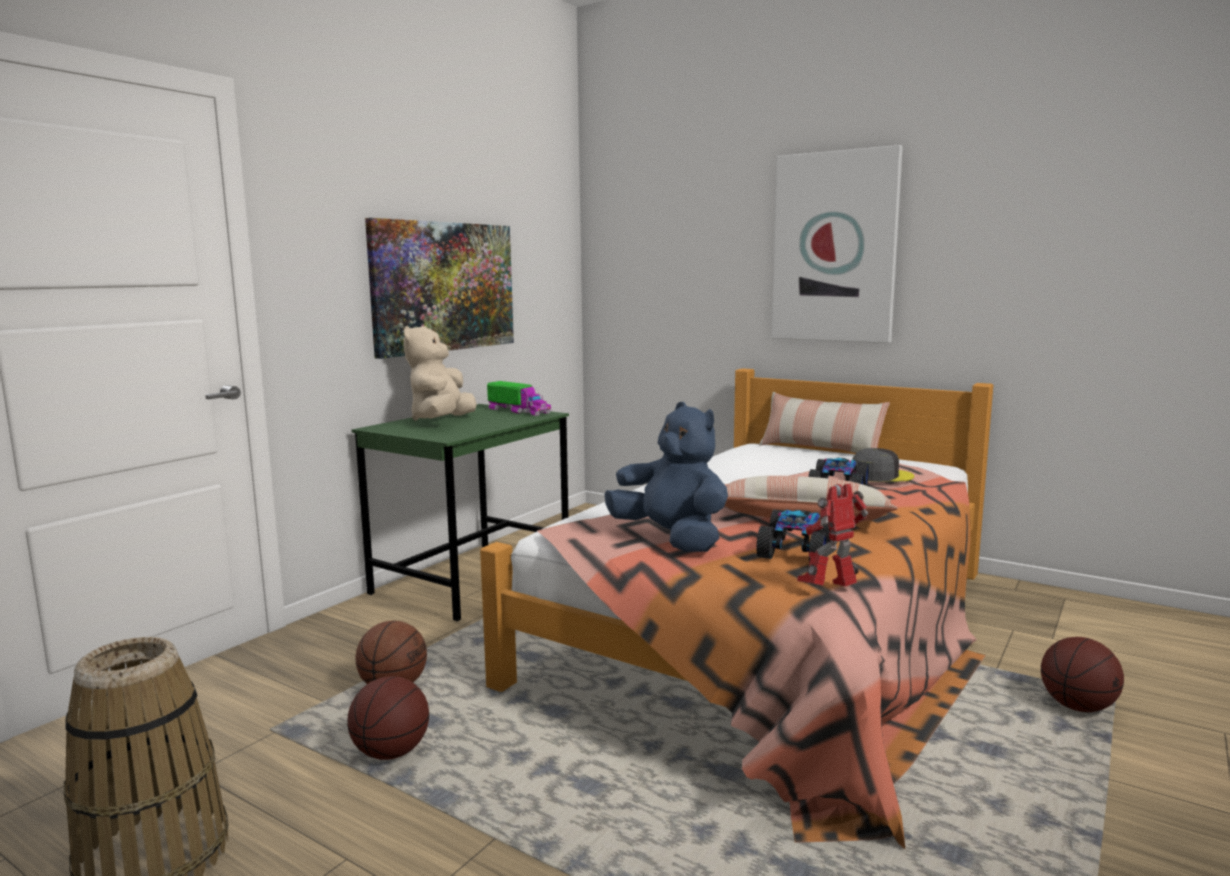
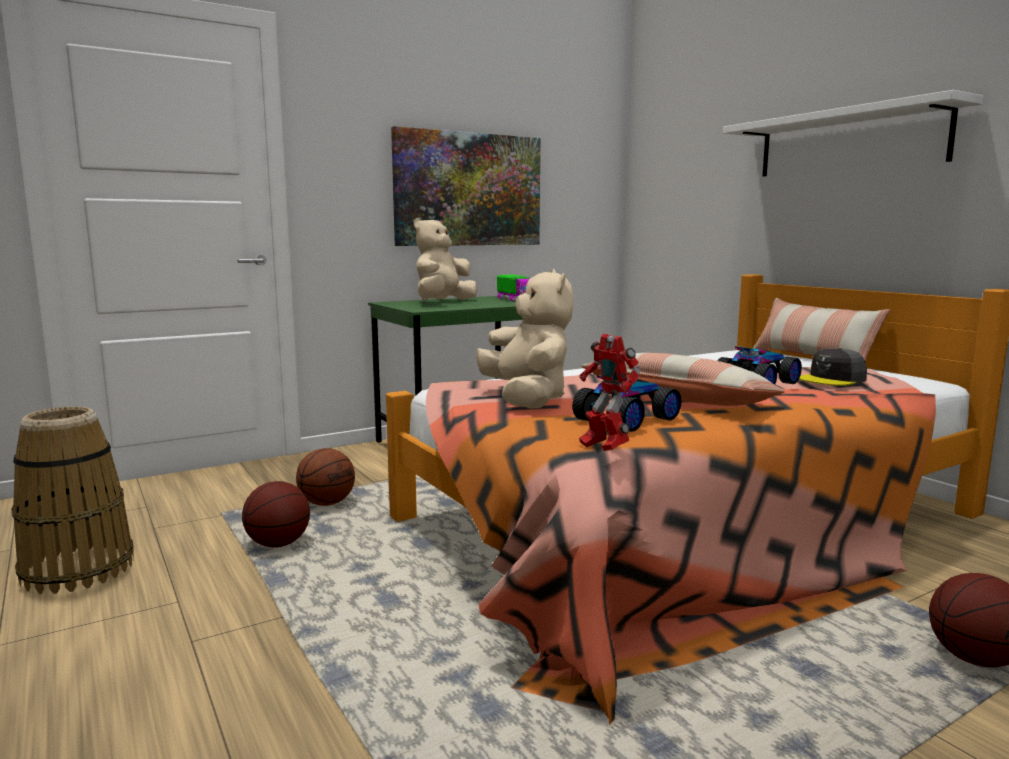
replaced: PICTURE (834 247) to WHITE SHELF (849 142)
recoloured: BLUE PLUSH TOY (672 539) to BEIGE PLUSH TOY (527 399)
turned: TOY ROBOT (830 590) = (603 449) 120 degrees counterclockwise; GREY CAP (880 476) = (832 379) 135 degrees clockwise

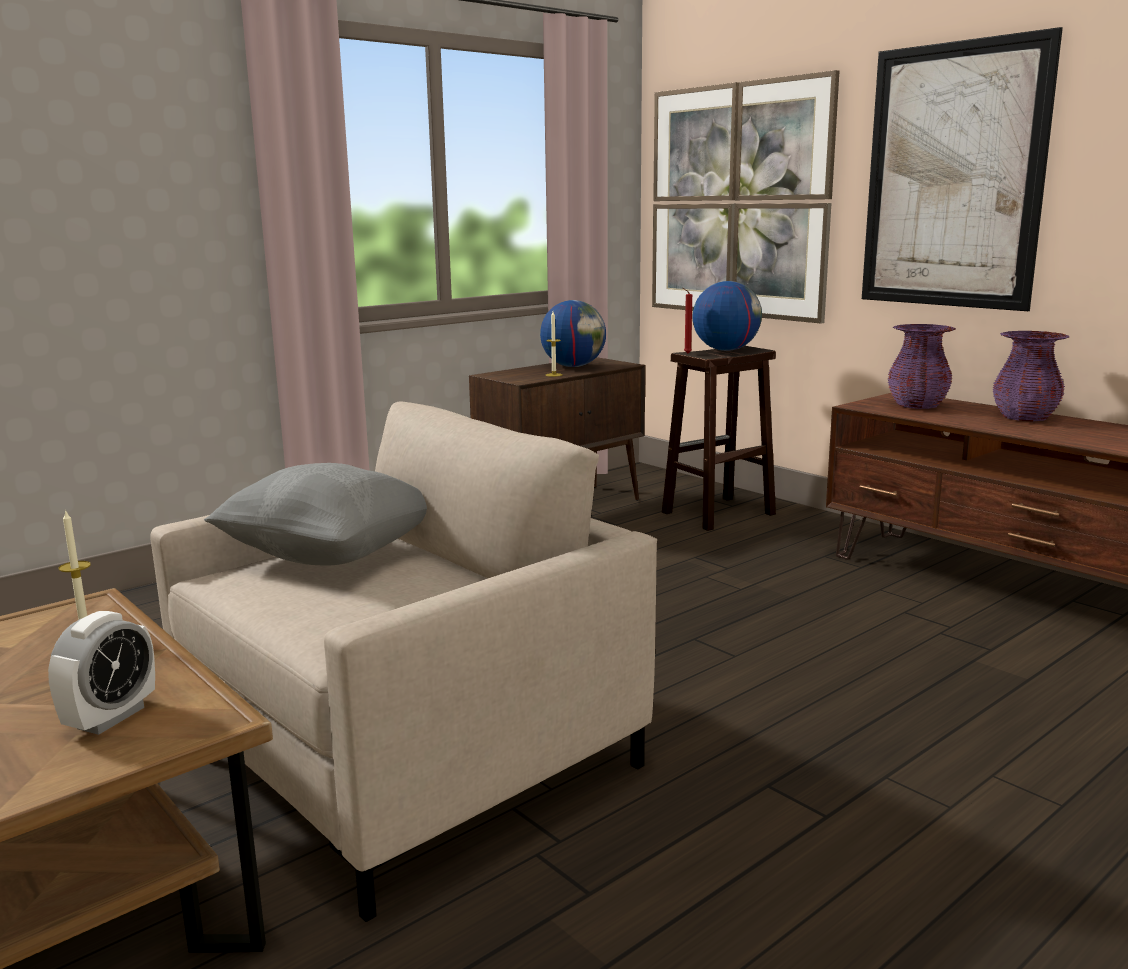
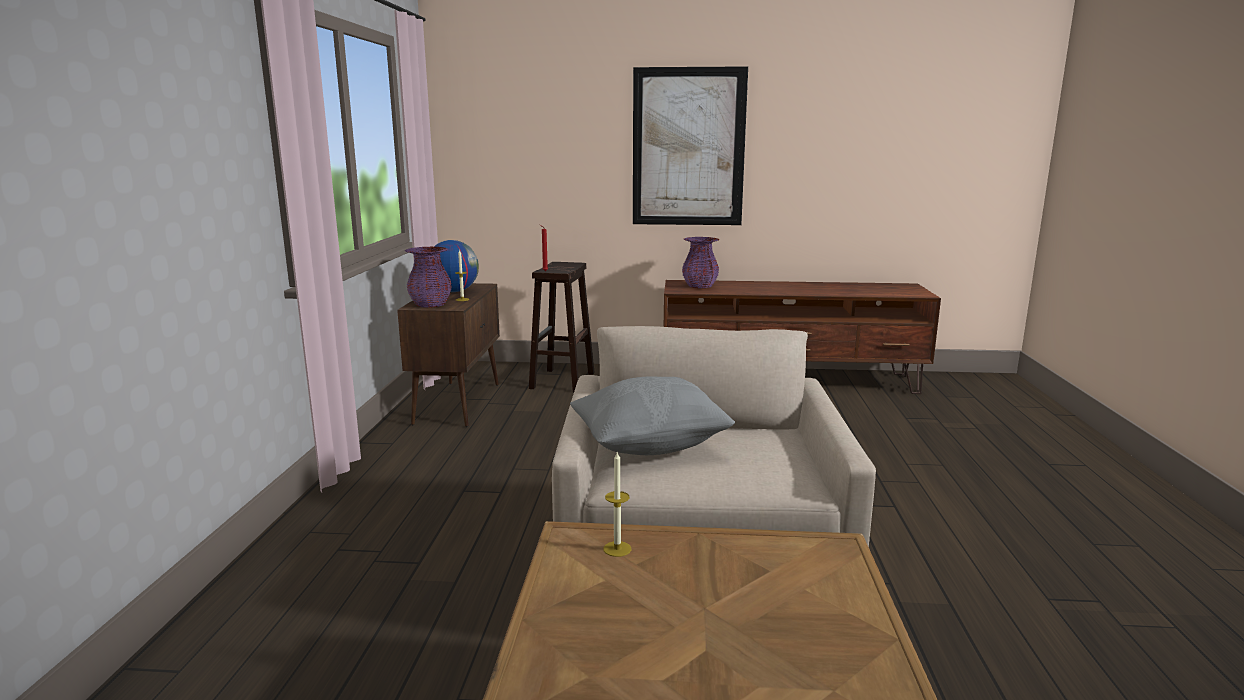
removed: ALARM CLOCK (111 718); PICTURE (737 201); GLOBE (725 350)
moved: PURPLE VASE (1024 418) to (430 305)

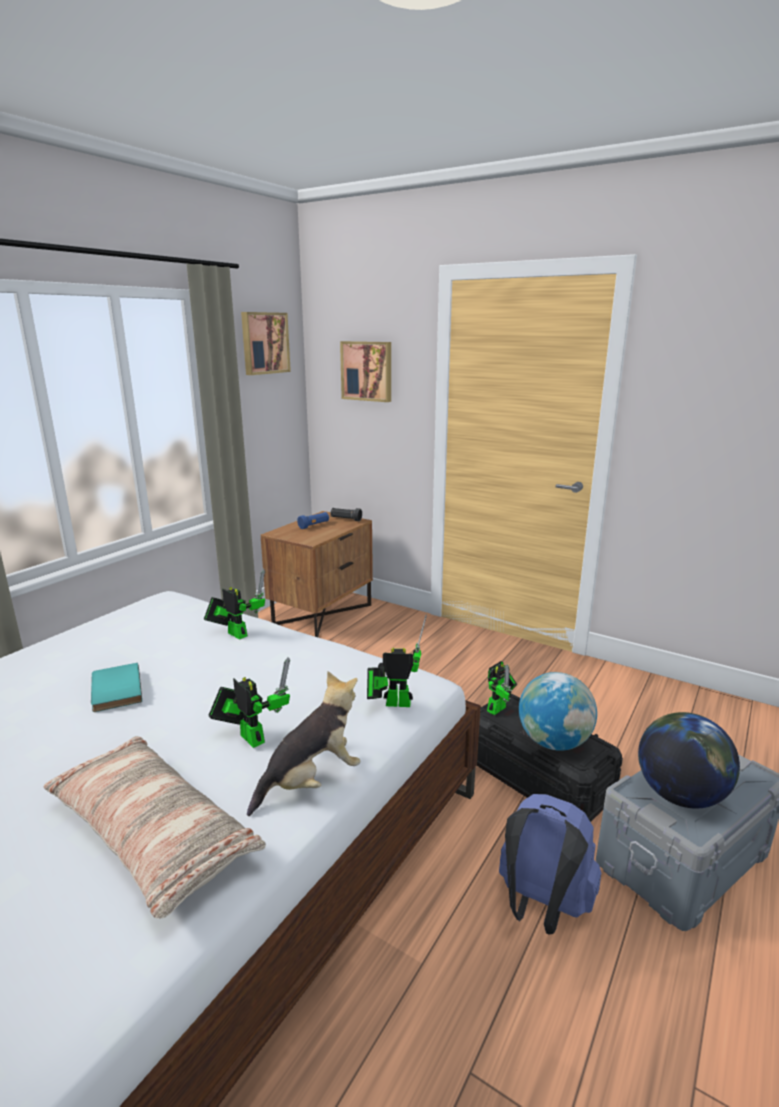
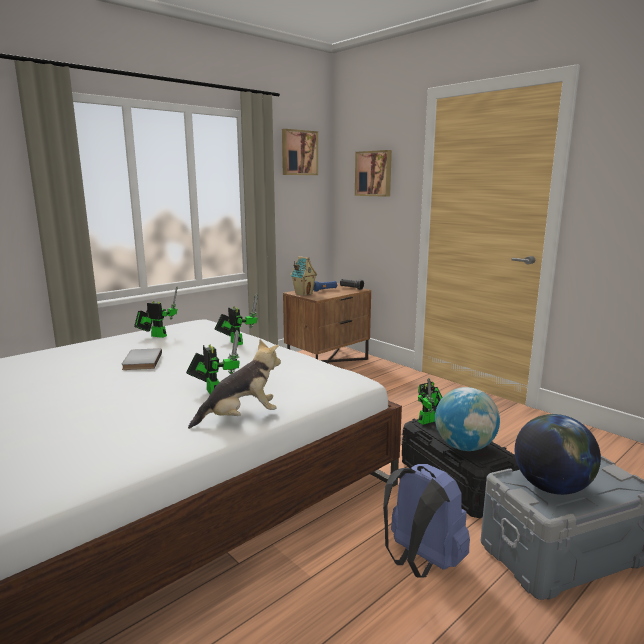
removed: PILLOW (150 834)
added: TOY HOUSE (303 294)
moved: TOY ROBOT (393 703) to (156 335)
recoloured: TURQUOISE BOOK (114 690) to GREY BOOK (140 361)

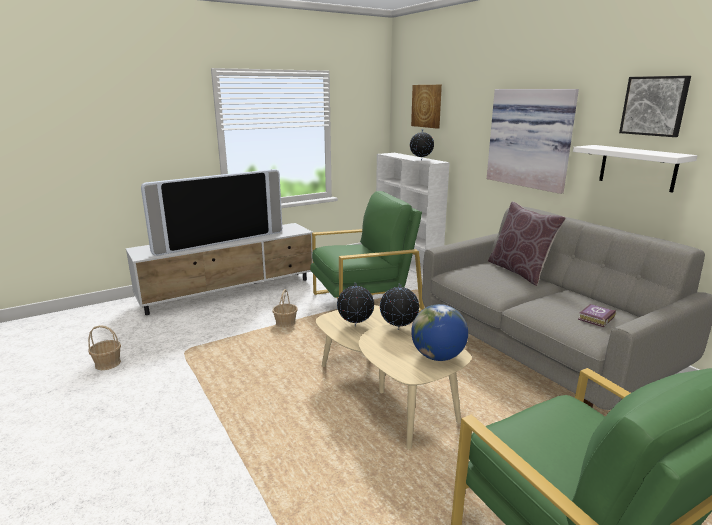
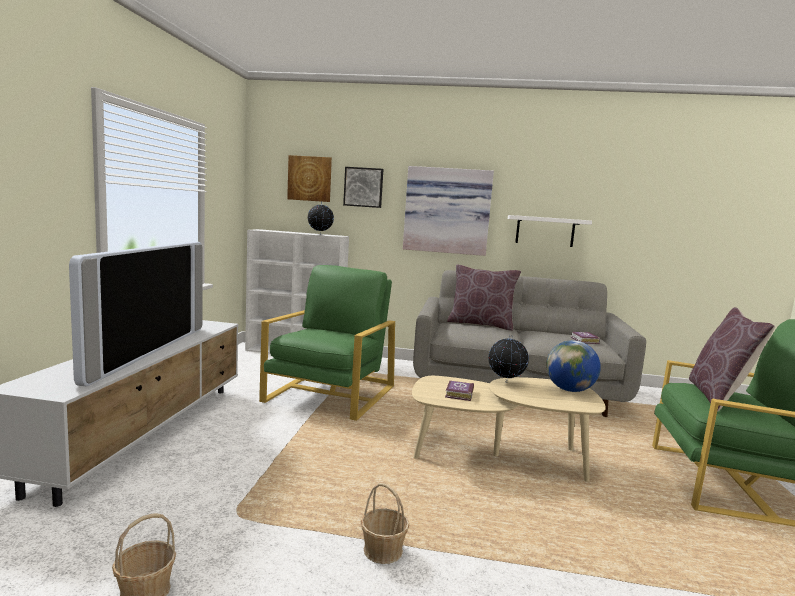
added: BROWN PILLOW (718 397)
moved: BASKET (286 323) to (383 550); PICTURE (654 106) to (363 187)
replaced: GLOBE (355 325) to BOOK (458 394)

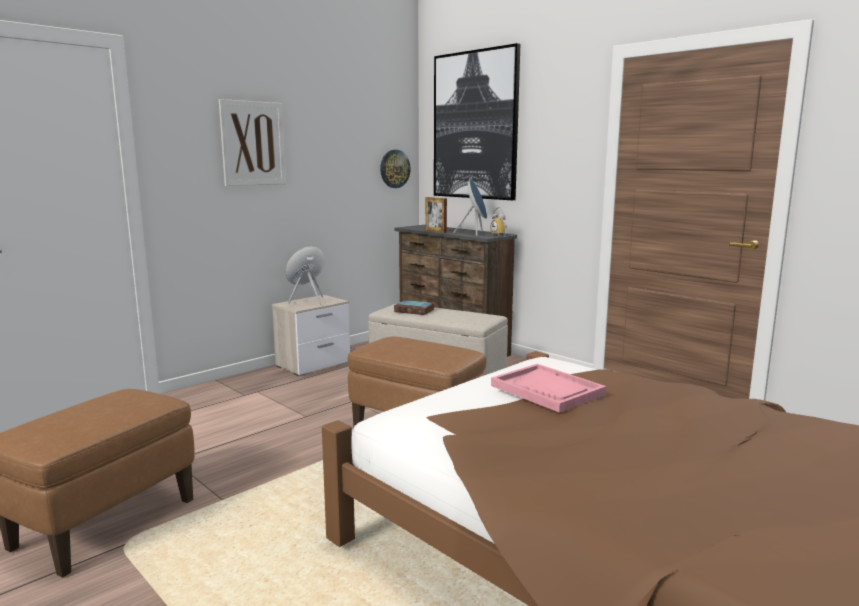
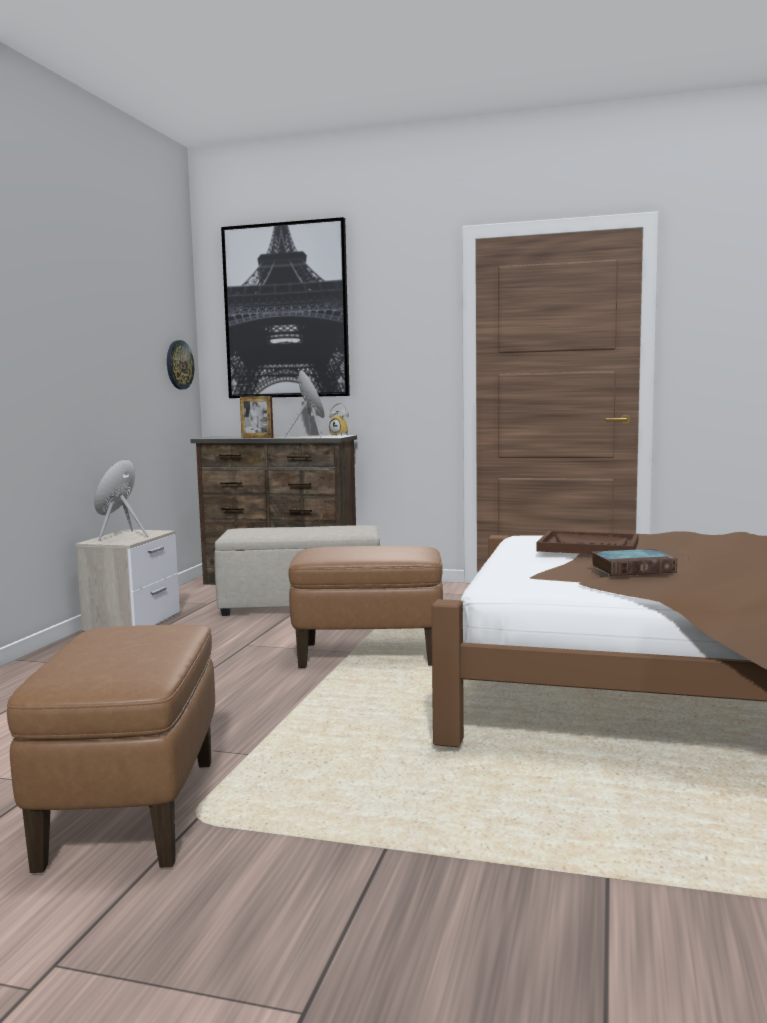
removed: PICTURE (253 143)
moved: BOOK (415 310) to (634 569)
recoloured: PINK TRAY (547 390) to BROWN TRAY (588 547)

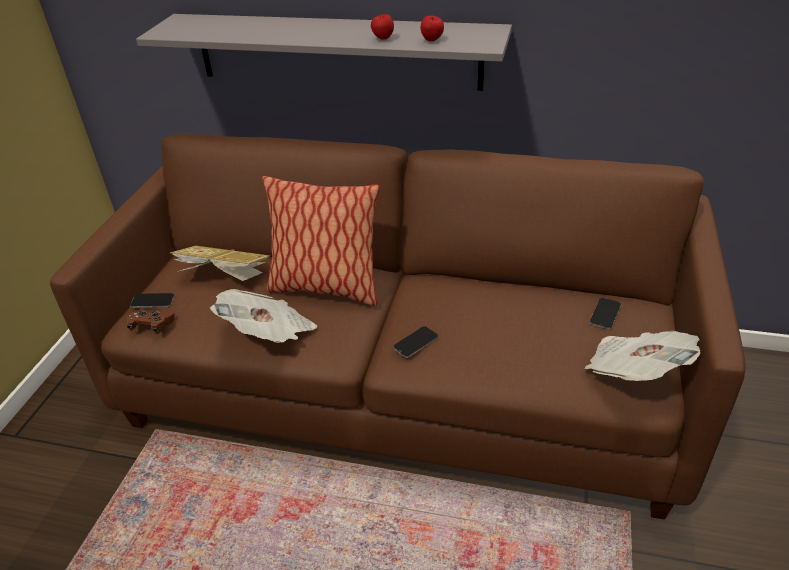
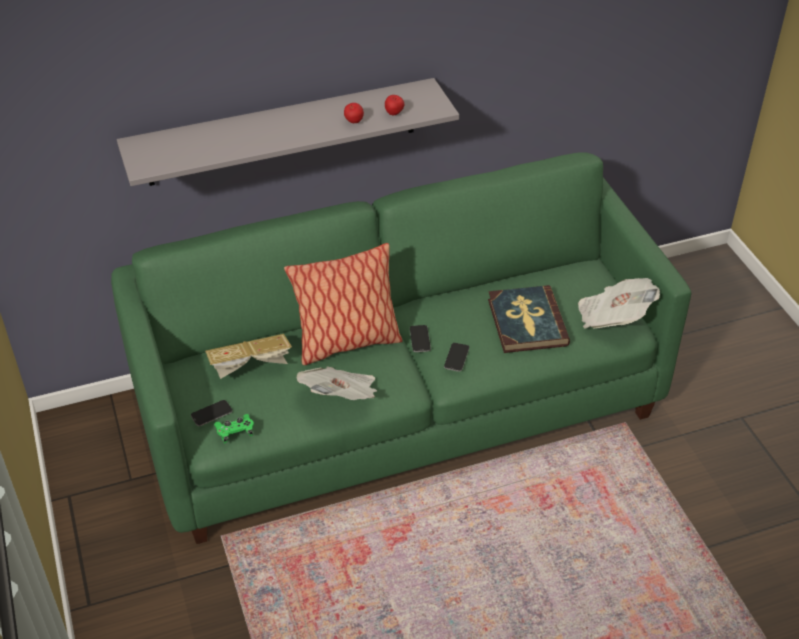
added: BOOK (526 322)
moved: PHONE (605 314) to (420 339)
recoloured: BROWN SOFA (401 386) to GREEN SOFA (400 407); BROWN GAME CONTROLLER (152 326) to GREEN GAME CONTROLLER (235 432)

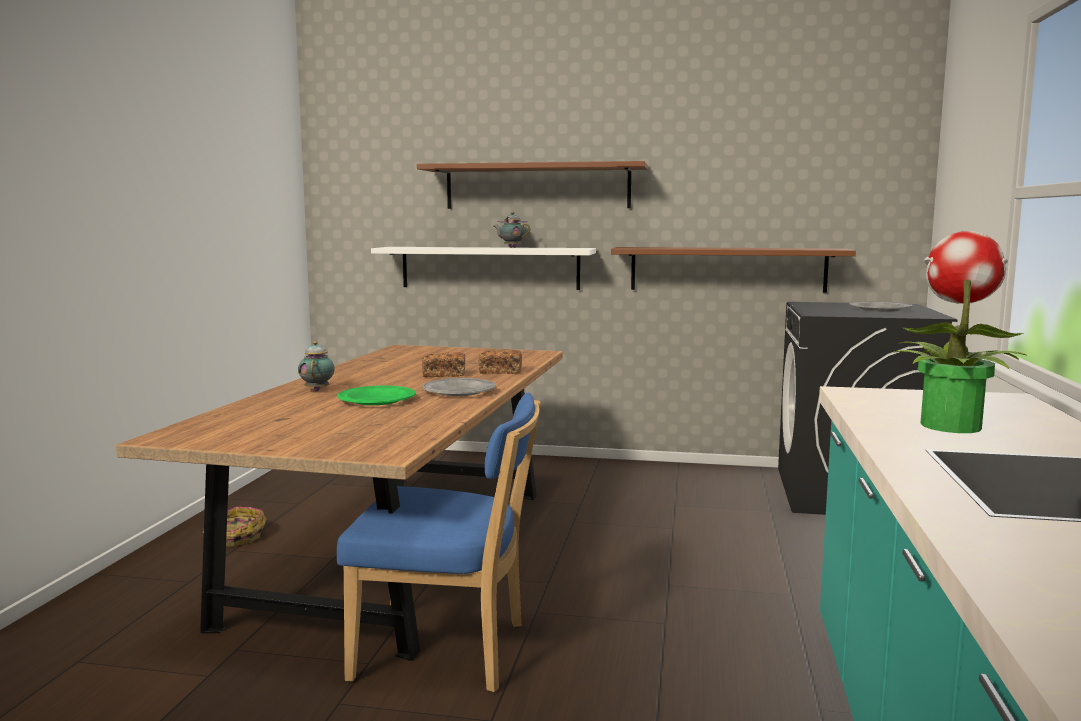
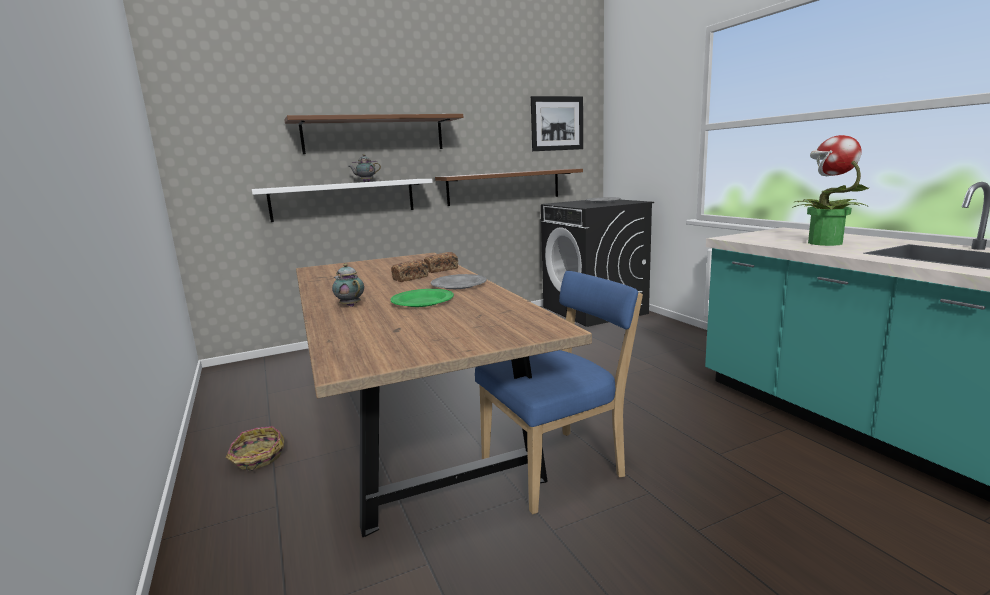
added: PICTURE (557 123)

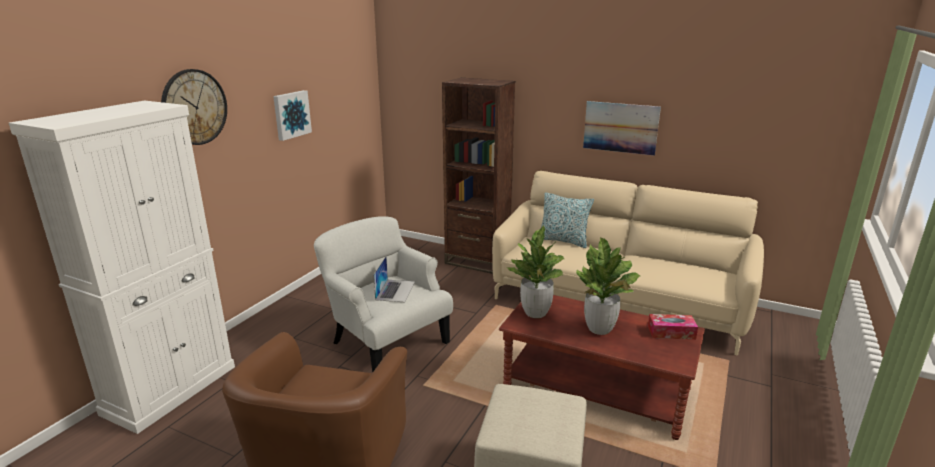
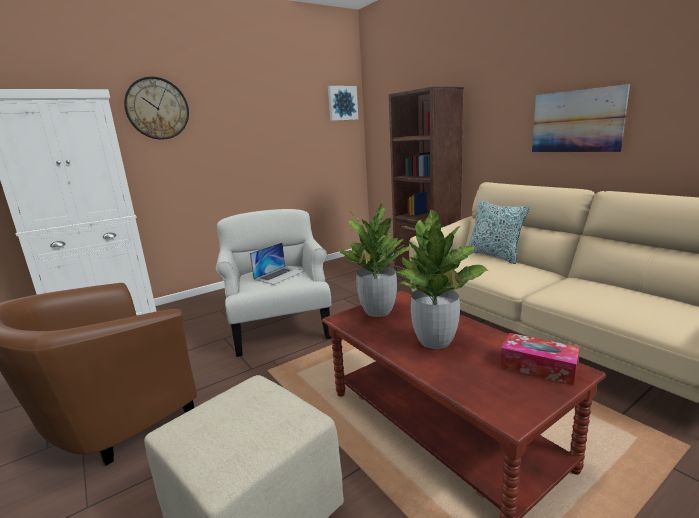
moved: PICTURE (291 114) to (342 103)

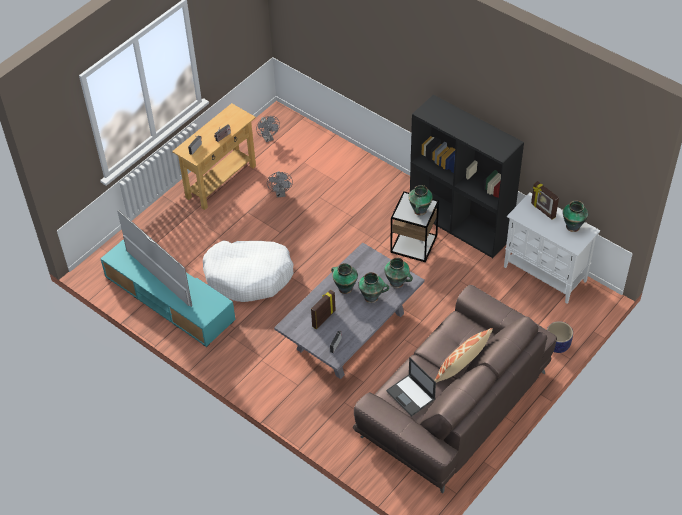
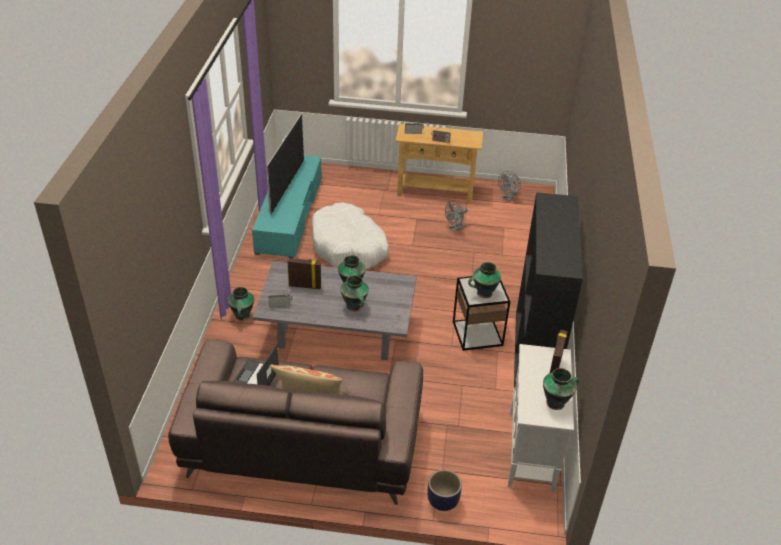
moved: VASE (397 283) to (242 316)

